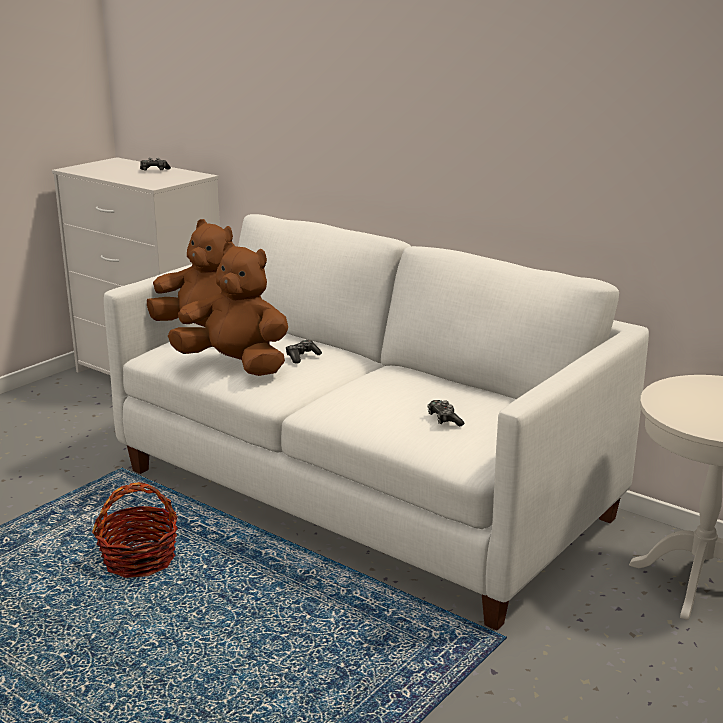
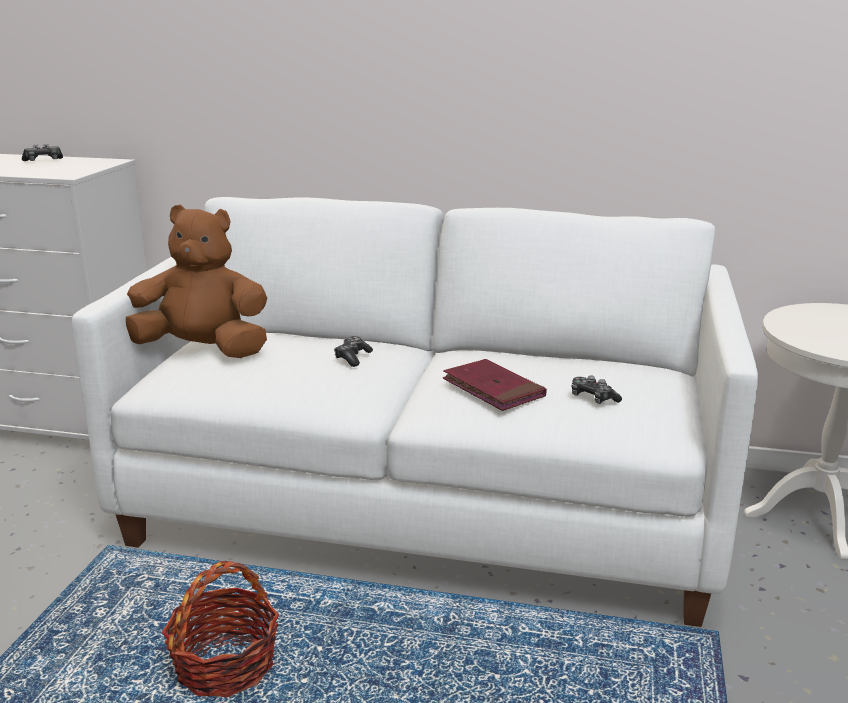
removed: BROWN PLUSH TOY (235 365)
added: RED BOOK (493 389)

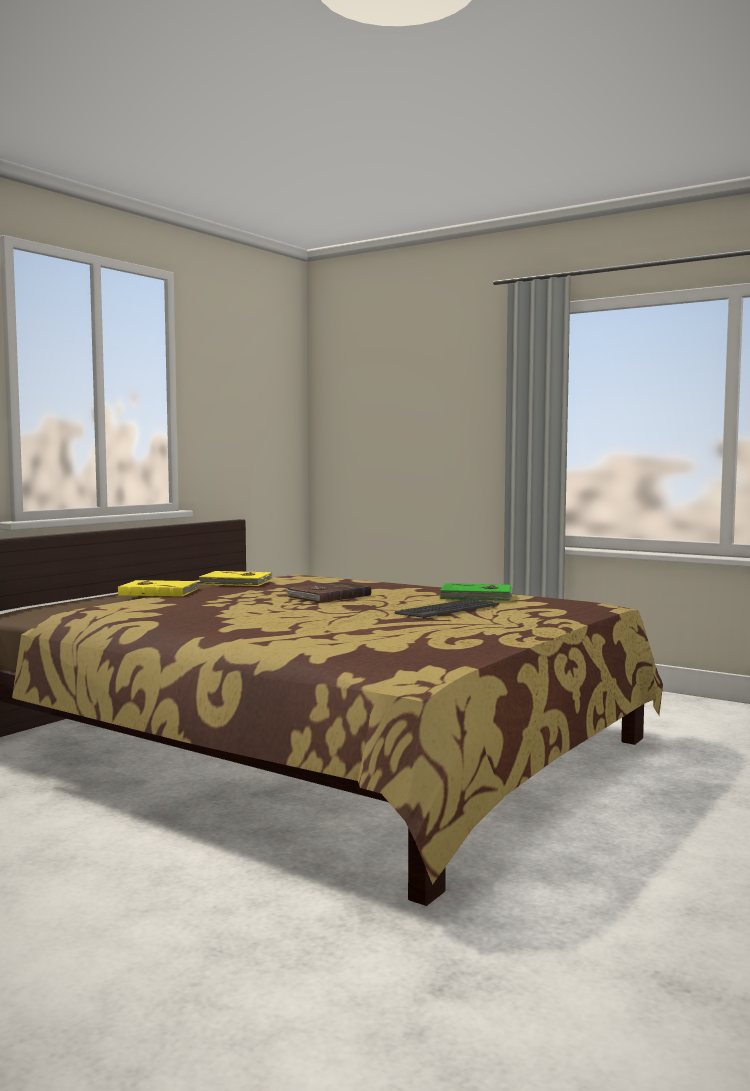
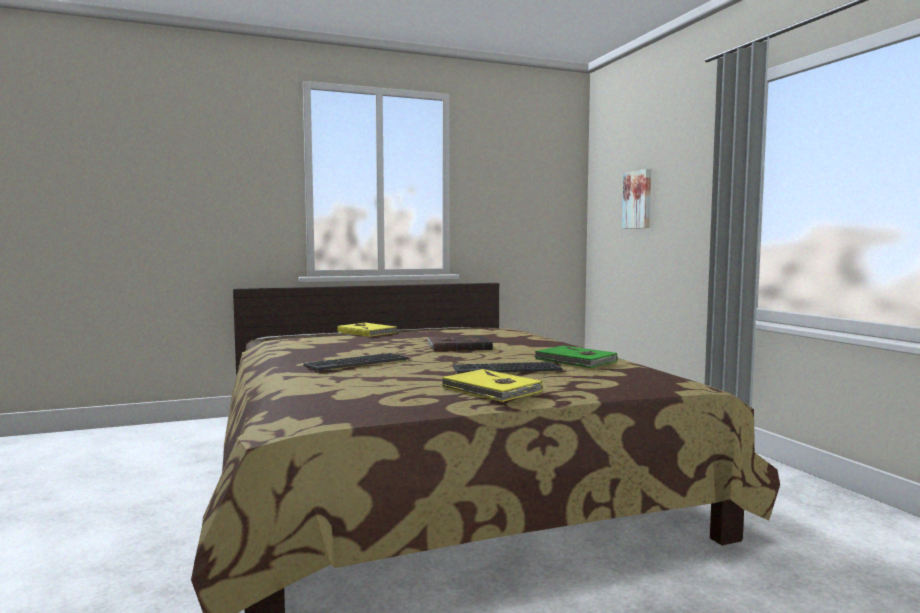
added: KEYBOARD (356 362); PICTURE (638 200)
moved: YELLOW BOOK (236 582) to (490 390)

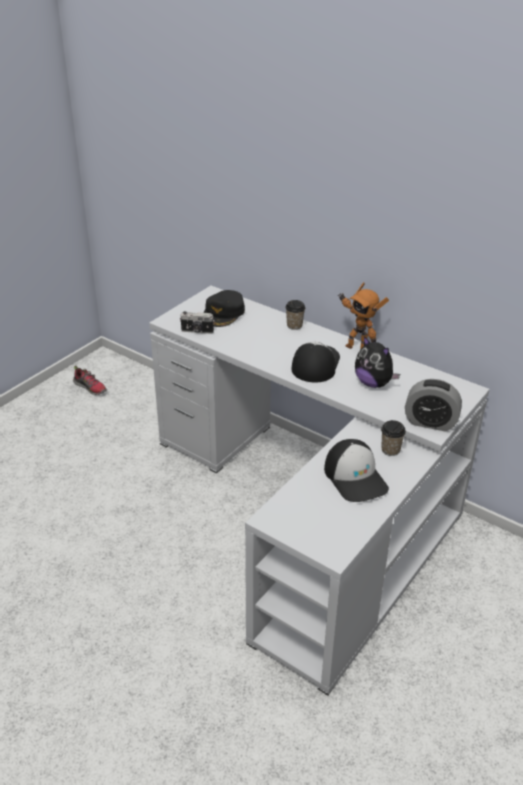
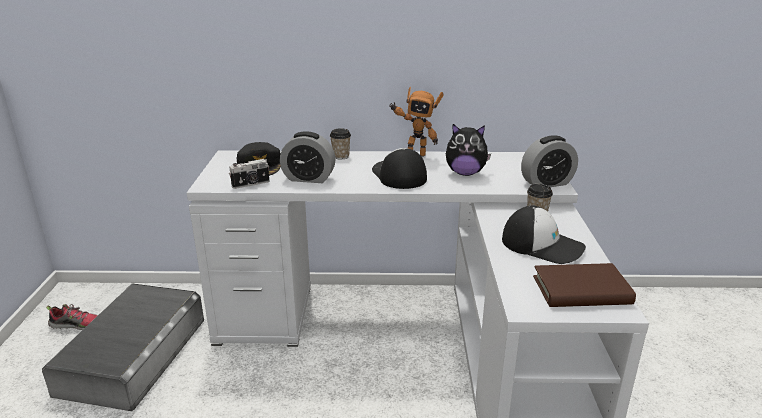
added: GREY STORAGE BOX (134 355); ALARM CLOCK (308 178); BROWN BOOK (581 290)

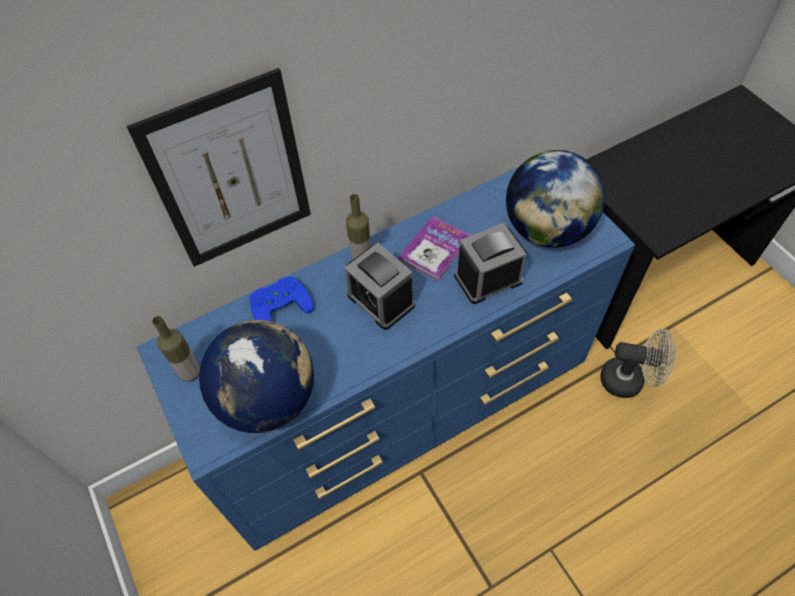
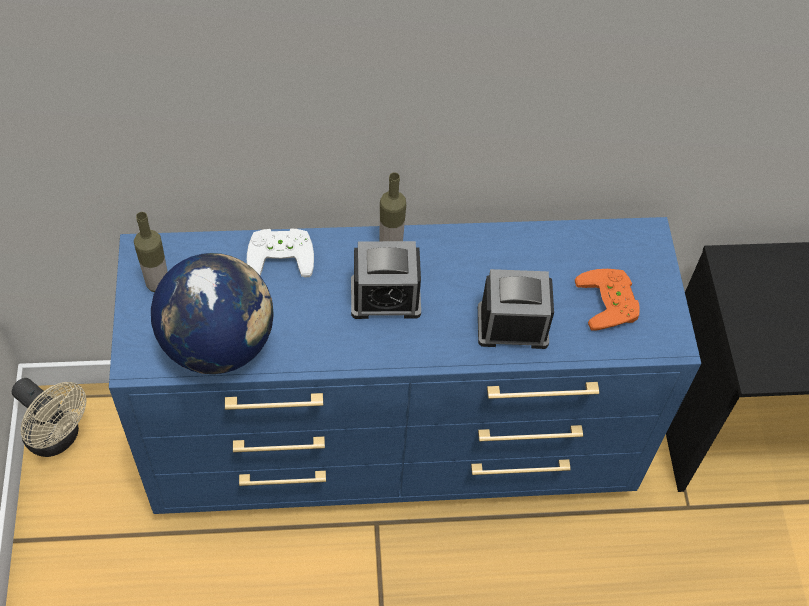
removed: PICTURE (231 175); BOOK (435 249)
moved: BEIGE FAN (629 380) to (58 438)
replaced: GLOBE (547 229) to ORANGE GAME CONTROLLER (611 302)
recoloured: BLUE GAME CONTROLLER (279 303) to WHITE GAME CONTROLLER (281 253)
turned: ALARM CLOCK (381 300) = (385 297) 75 degrees counterclockwise

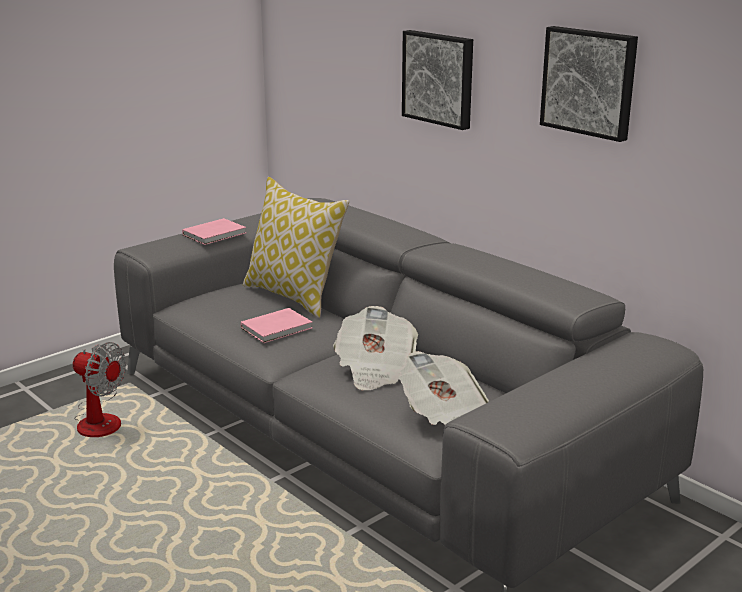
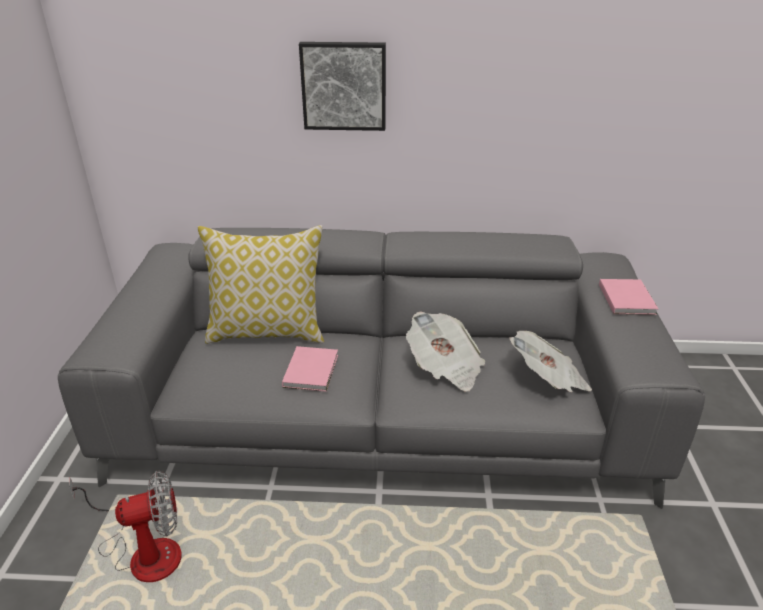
removed: PICTURE (590 82)
moved: PINK BOOK (216 234) to (627 298)

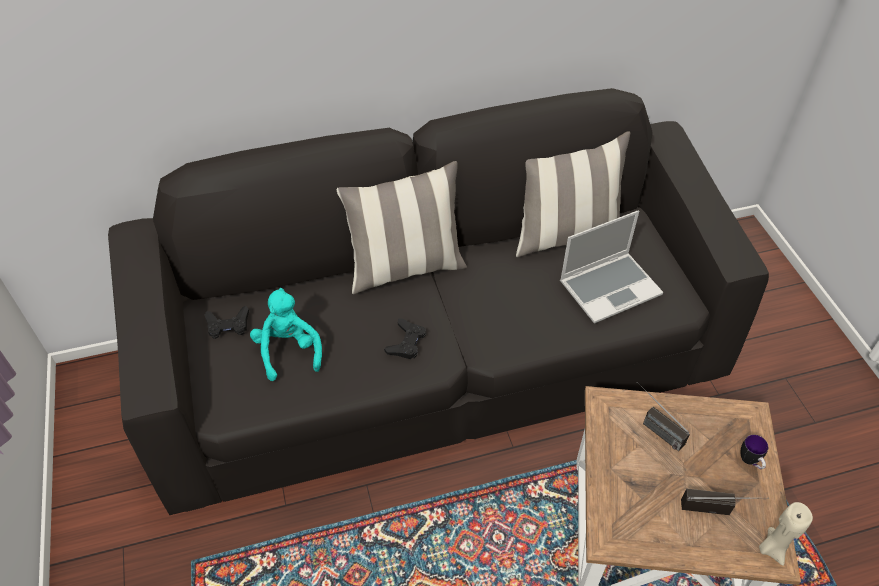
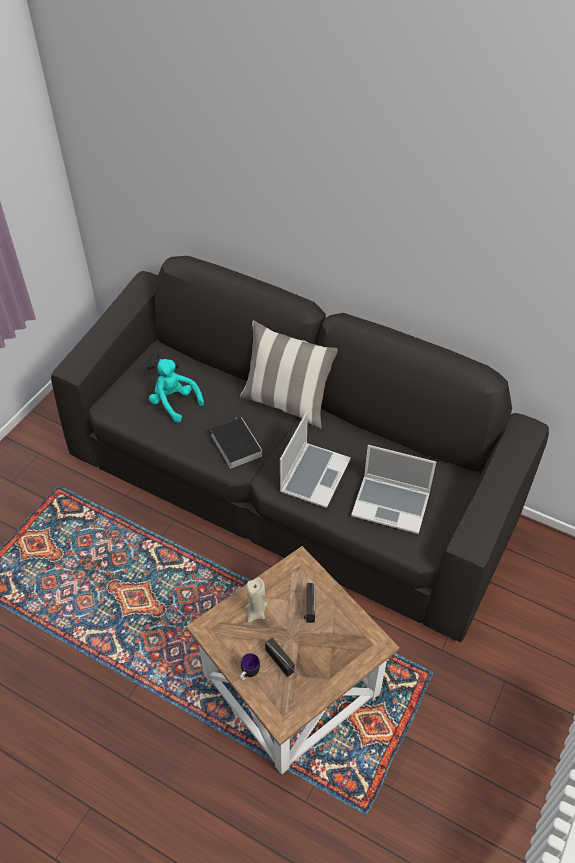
removed: PILLOW (565 235)
added: LAPTOP (314 475)
moved: MUG (750 462) to (248 674); BEIGE CANDLE (772 548) to (256 612)
replaced: BLACK GAME CONTROLLER (406 342) to BOOK (235 444)
turned: TURQUOISE PLUSH TOY (289 350) = (174 403) 75 degrees counterclockwise

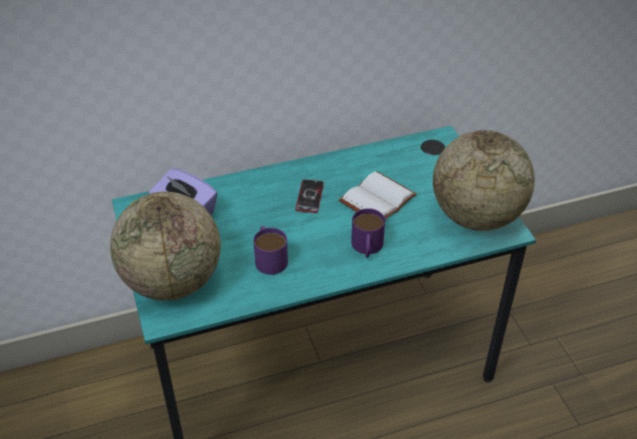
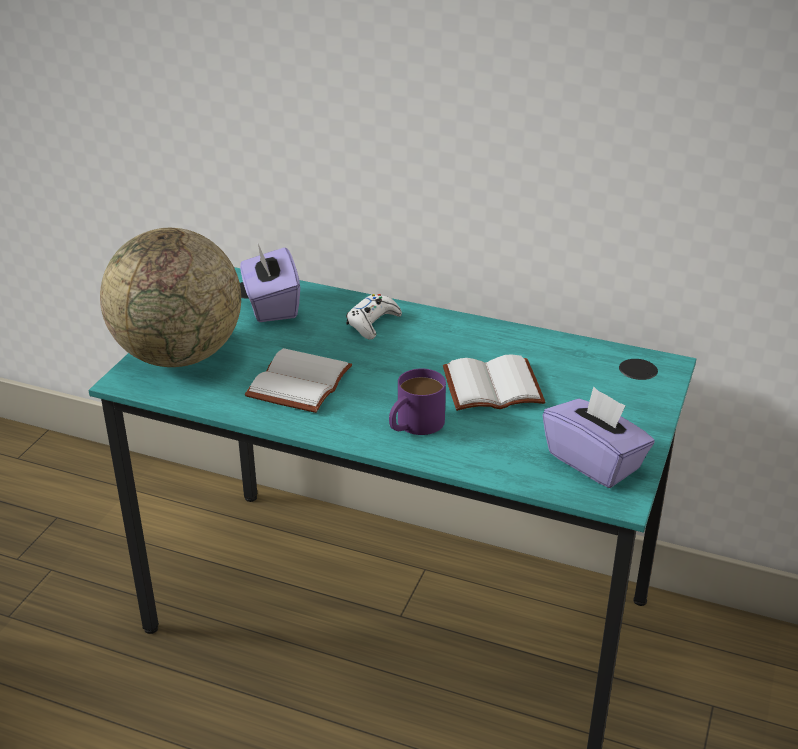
removed: PHONE (309 197)
added: WHITE GAME CONTROLLER (373 323)
replaced: PURPLE MUG (269 257) to WHITE BOOK (297 381); GLOBE (476 216) to PURPLE TISSUE BOX (594 461)

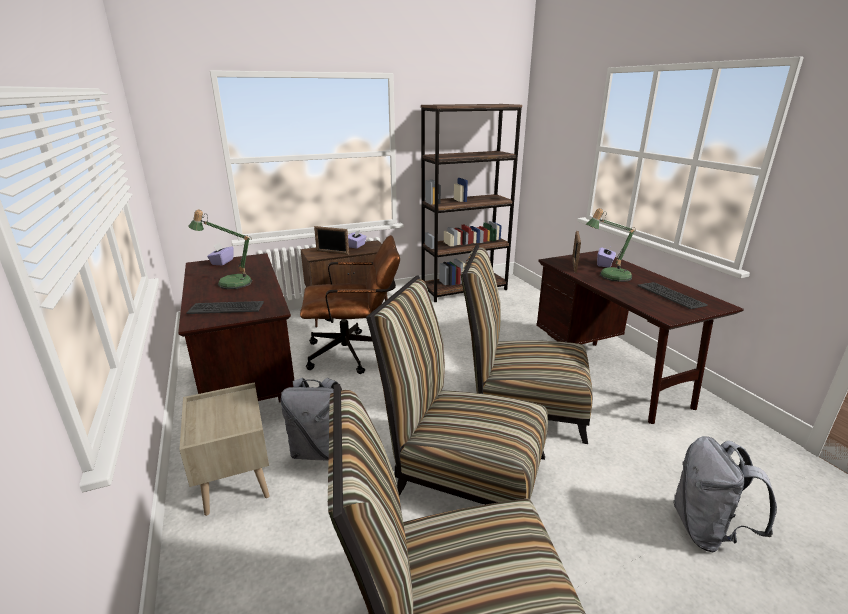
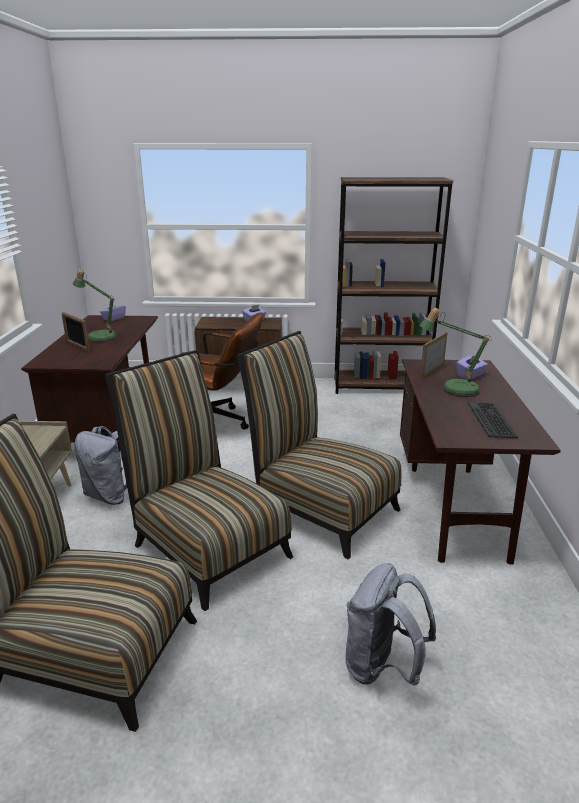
removed: KEYBOARD (226 308)
moved: PICTURE FRAME (332 252) to (77 346)

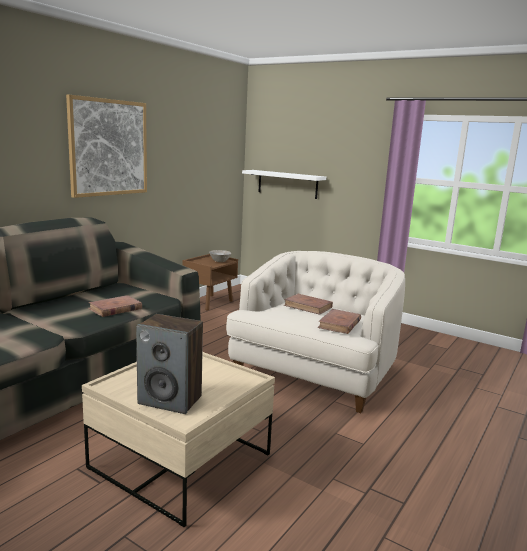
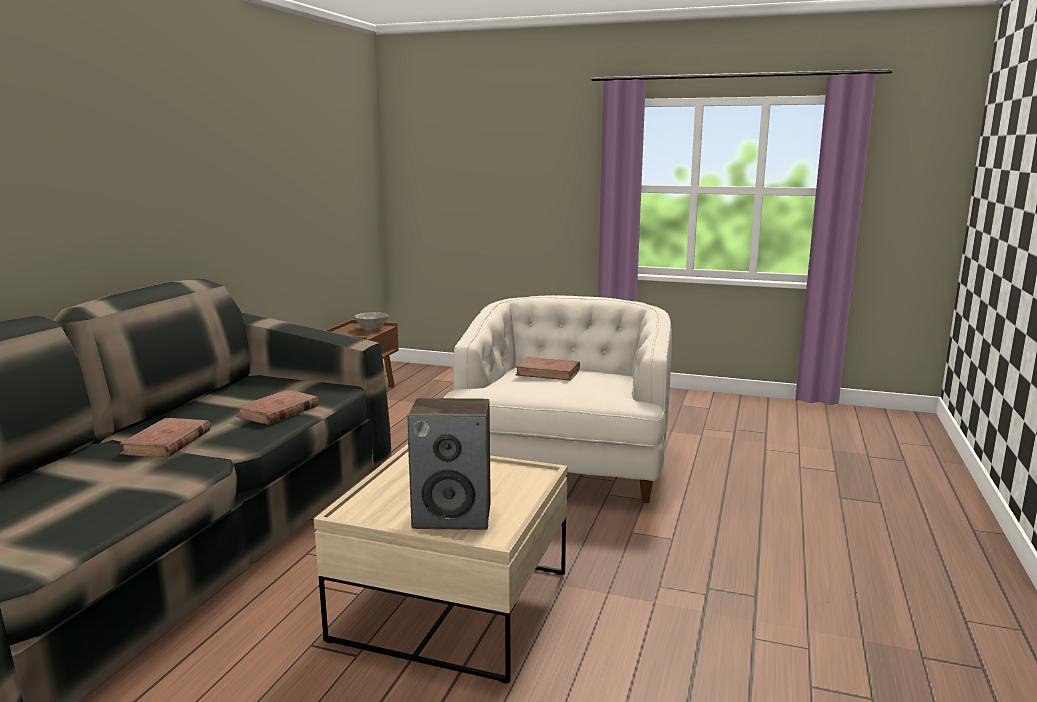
removed: PICTURE (108 147); WHITE SHELF (287 184)
moved: BROWN BOOK (339 324) to (167 442)

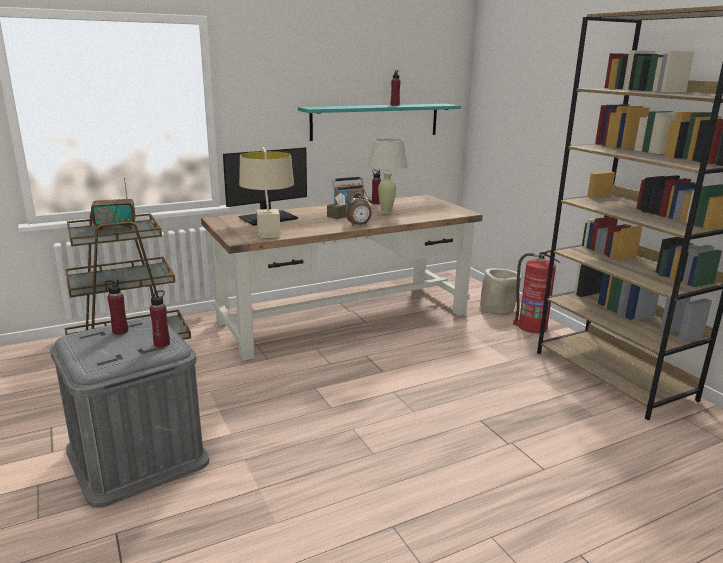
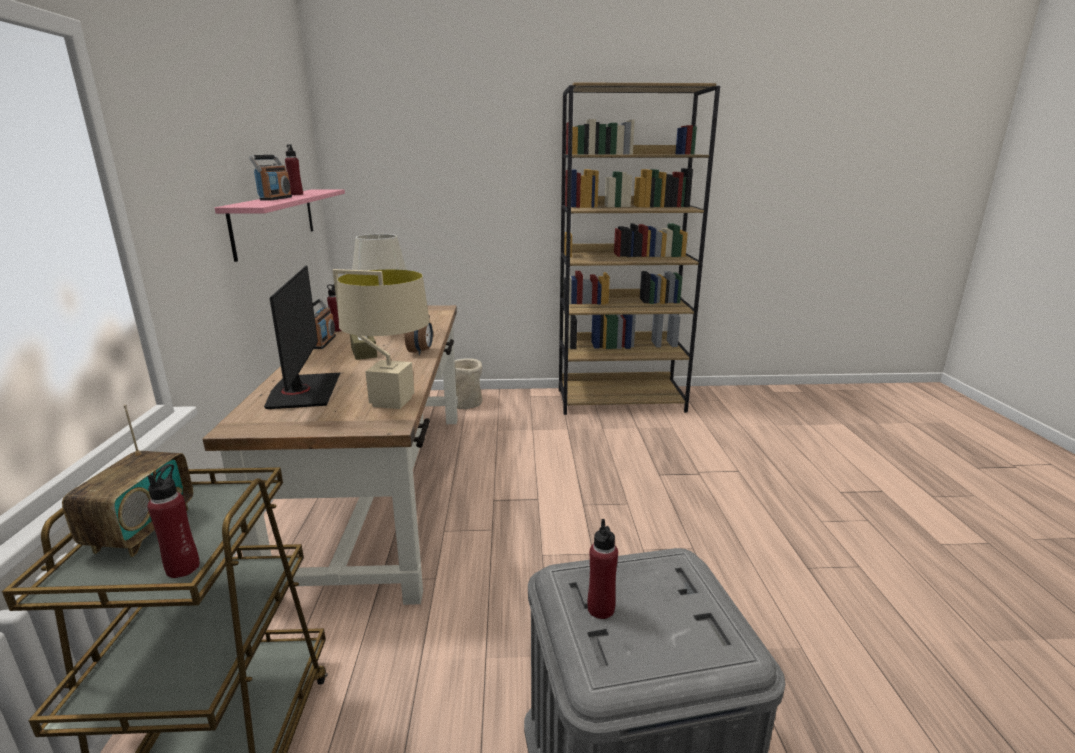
removed: FIRE EXTINGUISHER (531 327)
added: RADIO (275 199)
moved: RED BOTTLE (162 344) to (183 568)
recoloured: TURQUOISE SHELF (375 121) to PINK SHELF (275 220)

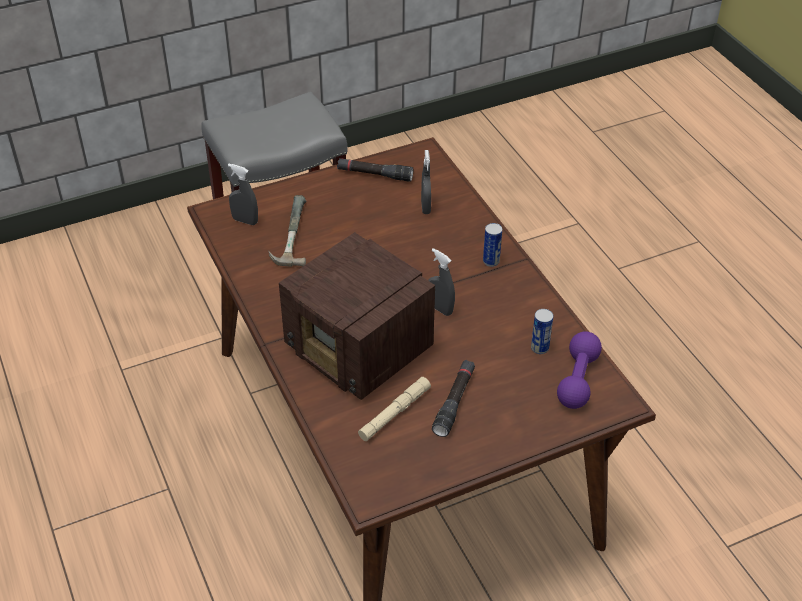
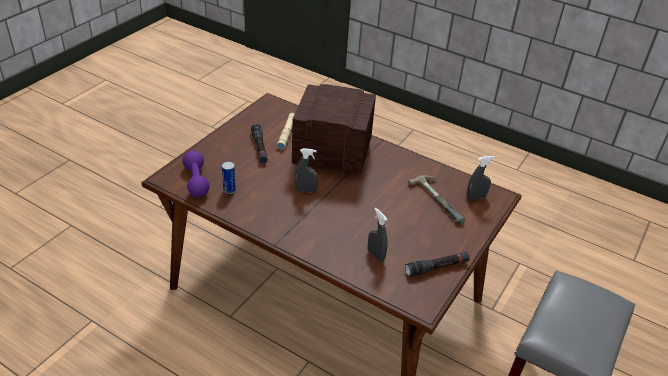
removed: CAN (491 261)

